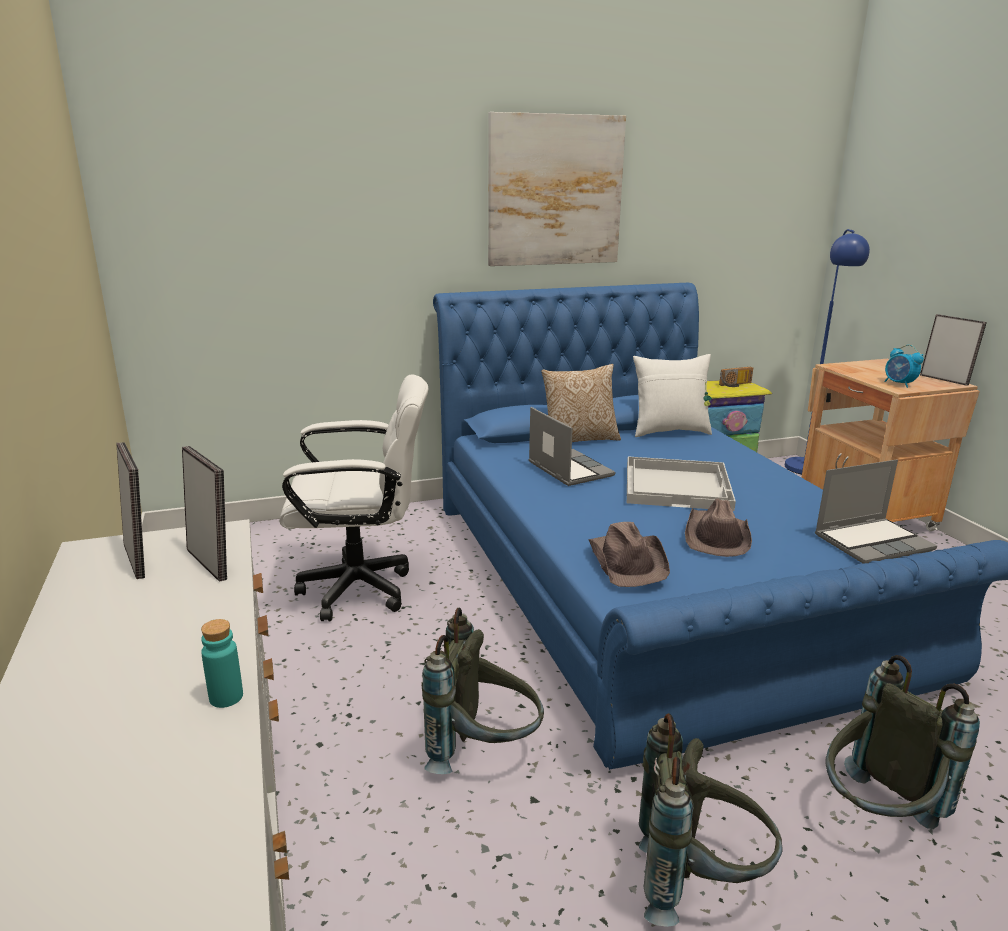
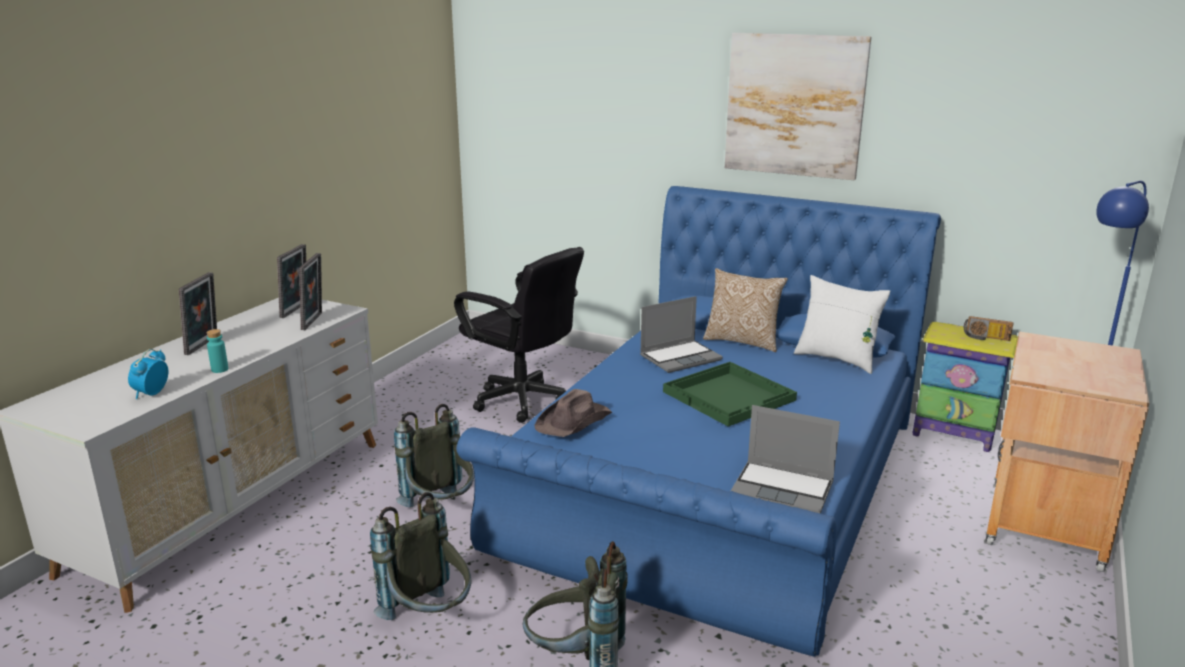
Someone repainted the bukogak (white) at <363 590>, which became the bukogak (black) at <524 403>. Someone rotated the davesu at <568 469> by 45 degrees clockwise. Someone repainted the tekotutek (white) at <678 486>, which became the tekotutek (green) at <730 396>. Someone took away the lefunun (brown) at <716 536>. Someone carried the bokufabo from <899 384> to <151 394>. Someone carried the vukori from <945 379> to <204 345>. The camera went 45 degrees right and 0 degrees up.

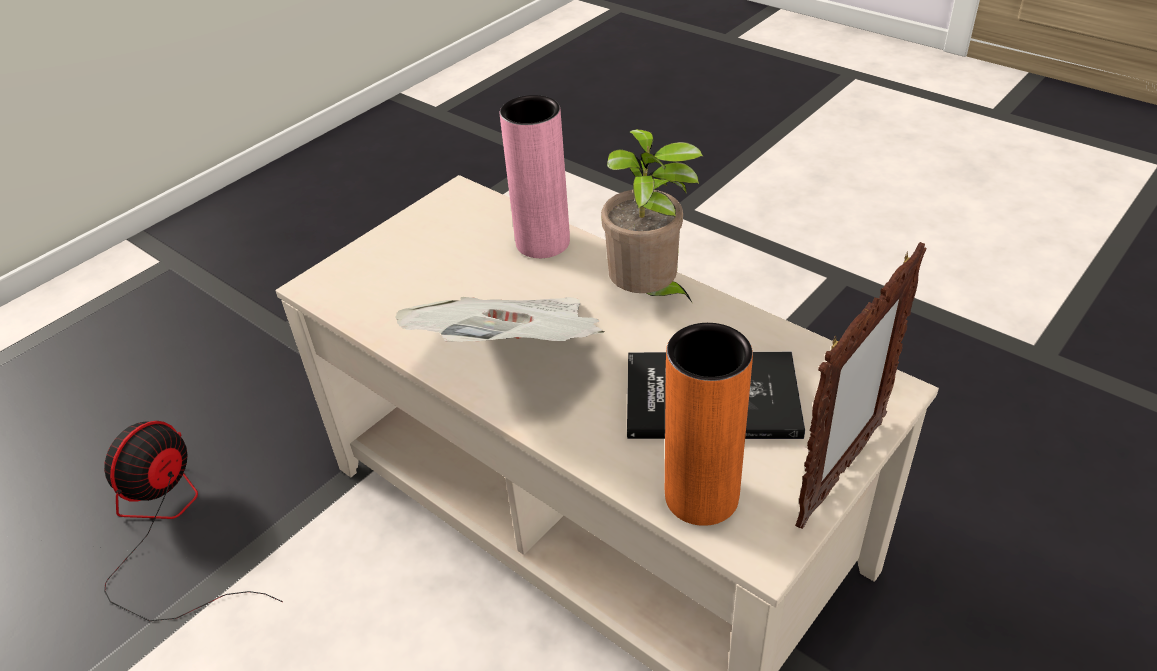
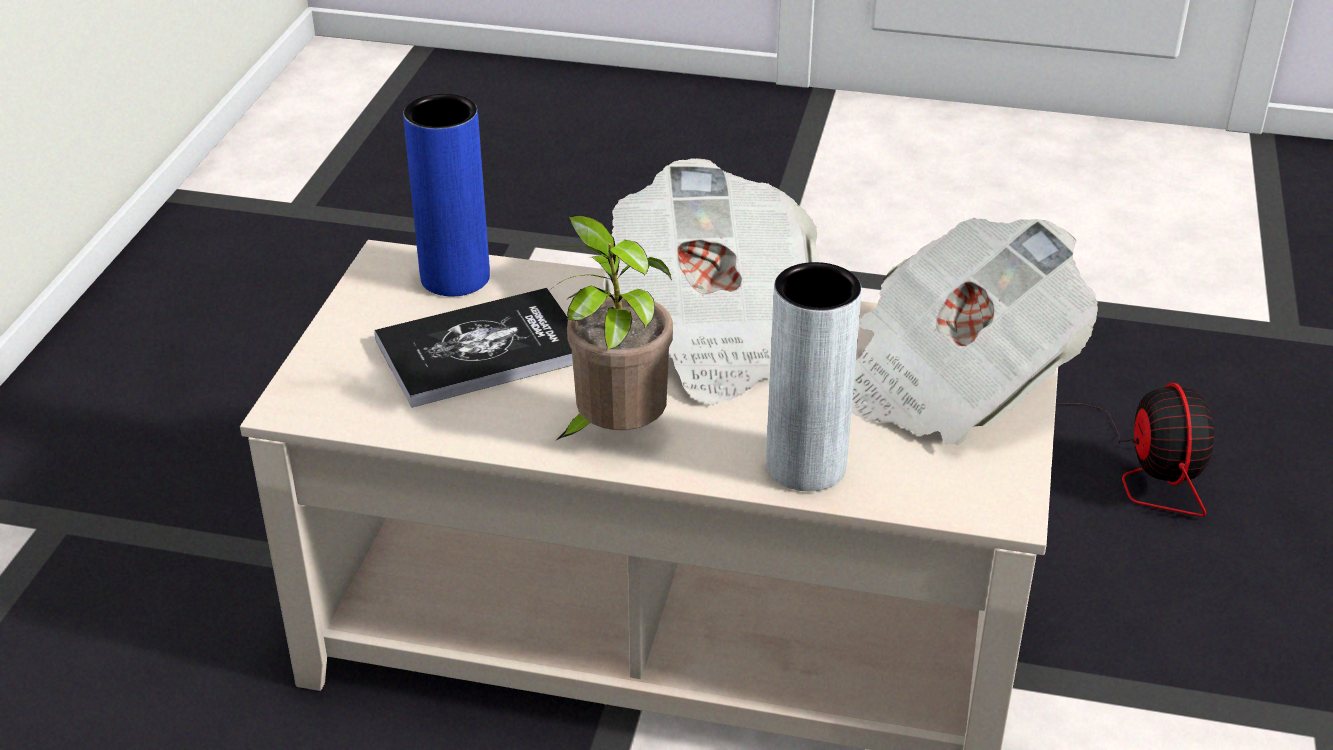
Someone repainted the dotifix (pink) at <542 242>, which became the dotifix (grey) at <806 466>. Someone repainted the dotifix (orange) at <701 496>, which became the dotifix (blue) at <455 278>. Someone took away the vukori at <839 473>. Someone put down the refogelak at <951 382>. The camera went 150 degrees right and 5 degrees down.

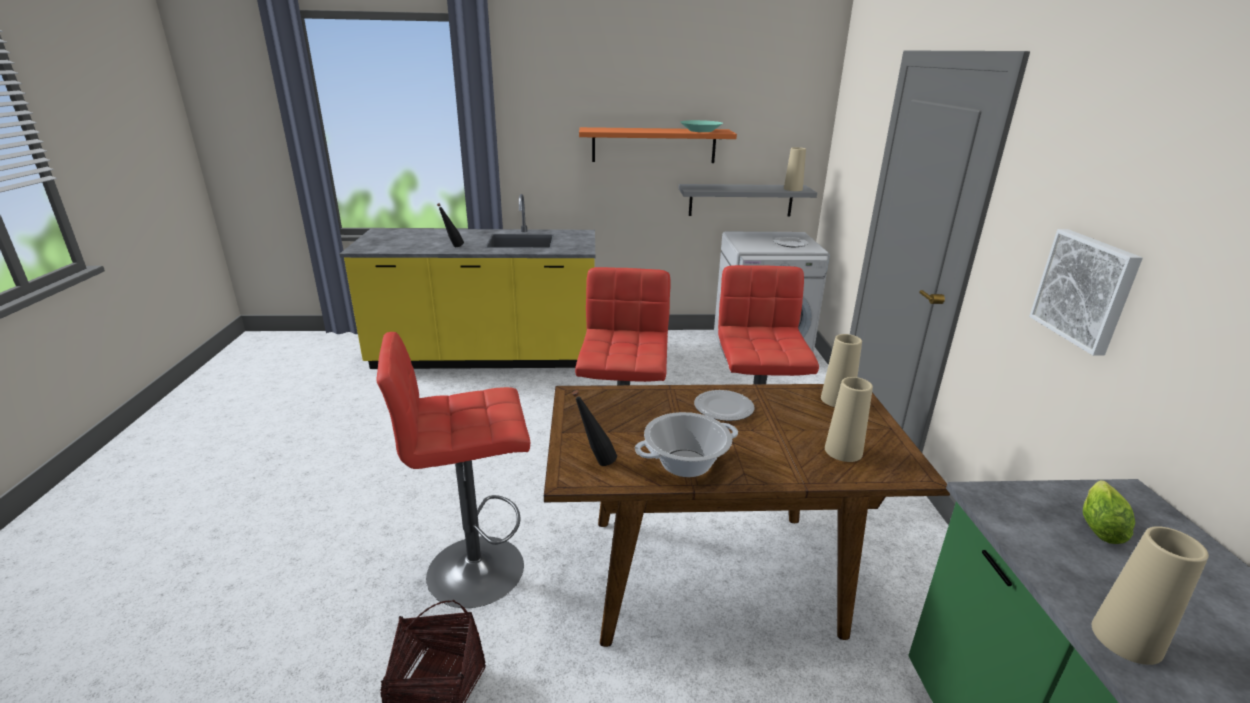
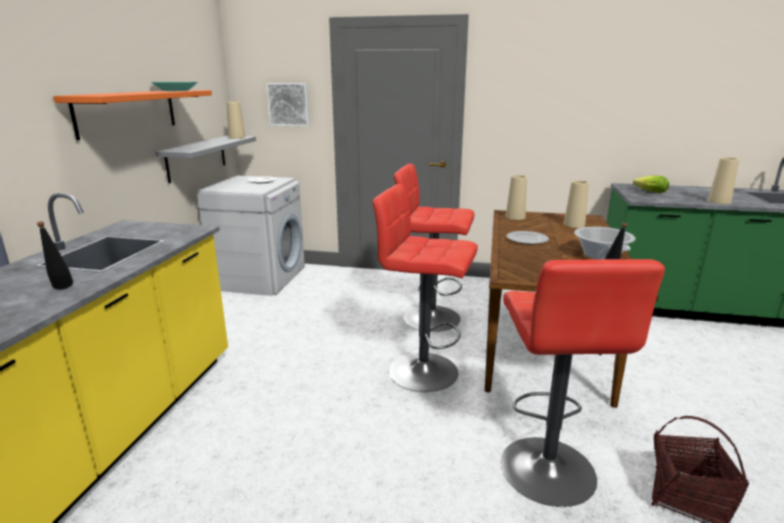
Someone carried the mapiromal from <1086 290> to <289 104>. The camera went 75 degrees left and 5 degrees down.

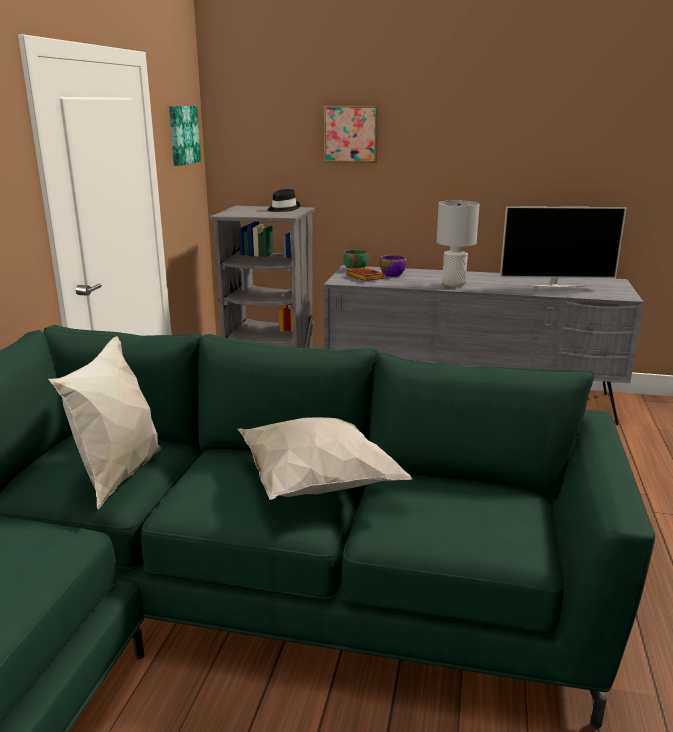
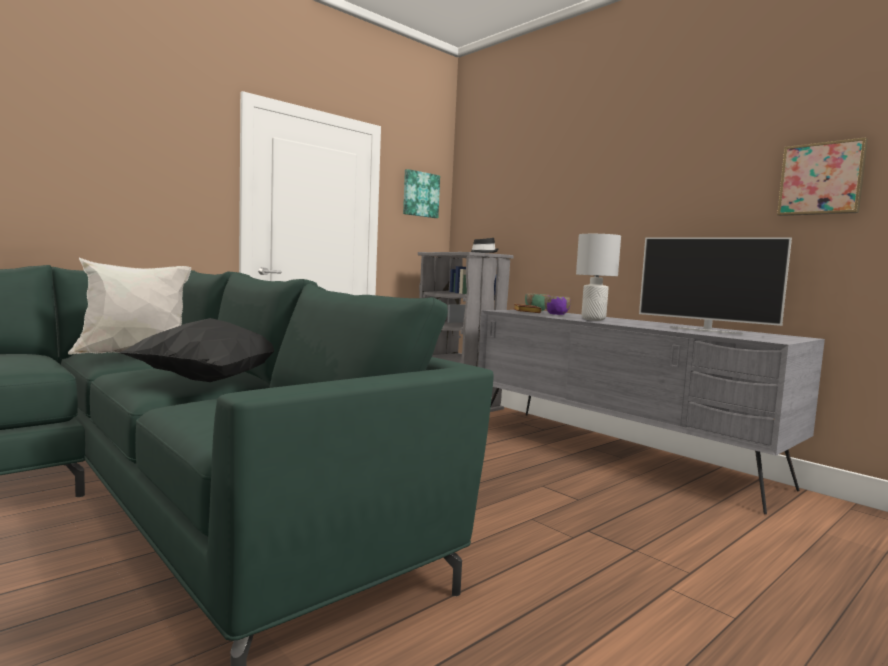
Someone repainted the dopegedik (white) at <315 484>, which became the dopegedik (black) at <213 381>. Someone carried the mapiromal from <351 134> to <821 179>. The camera went 35 degrees right and 15 degrees down.

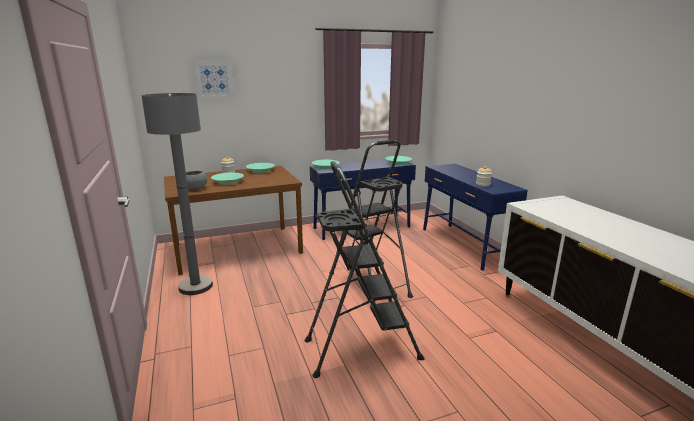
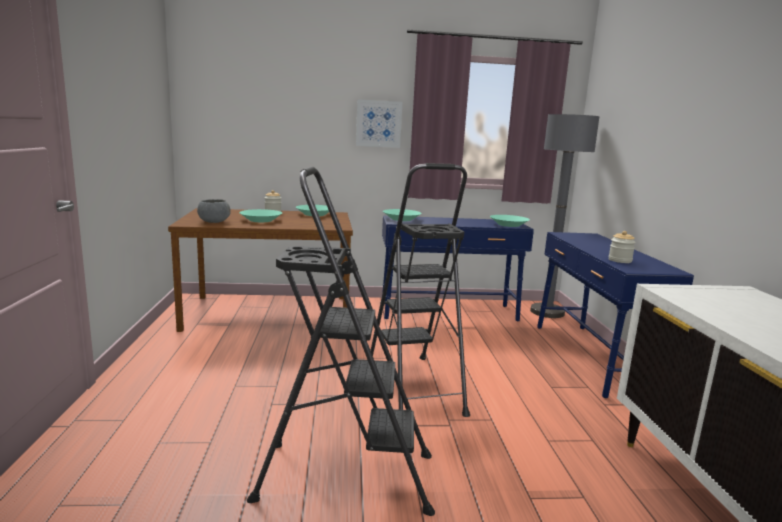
Someone carried the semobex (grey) from <196 286> to <547 312>. Someone carried the mapiromal from <214 79> to <378 123>. The camera went 15 degrees right and 5 degrees down.

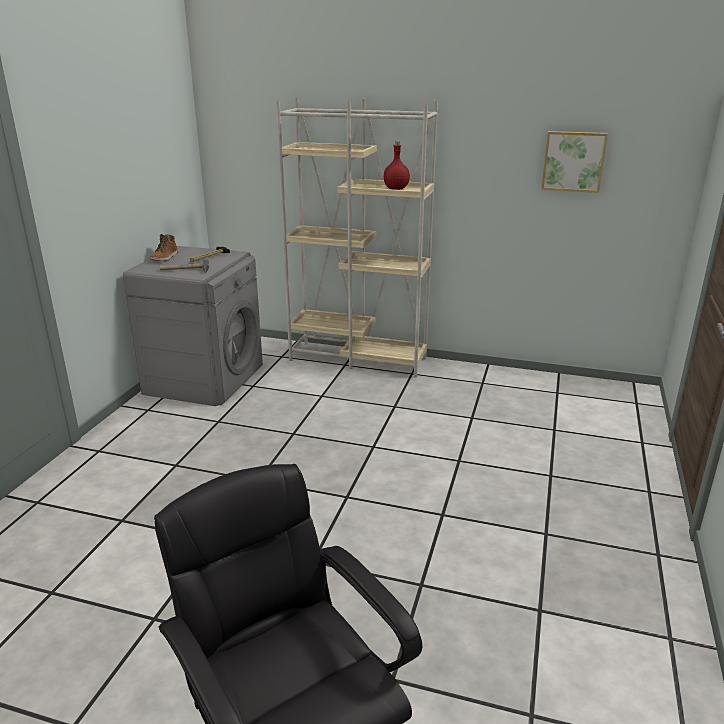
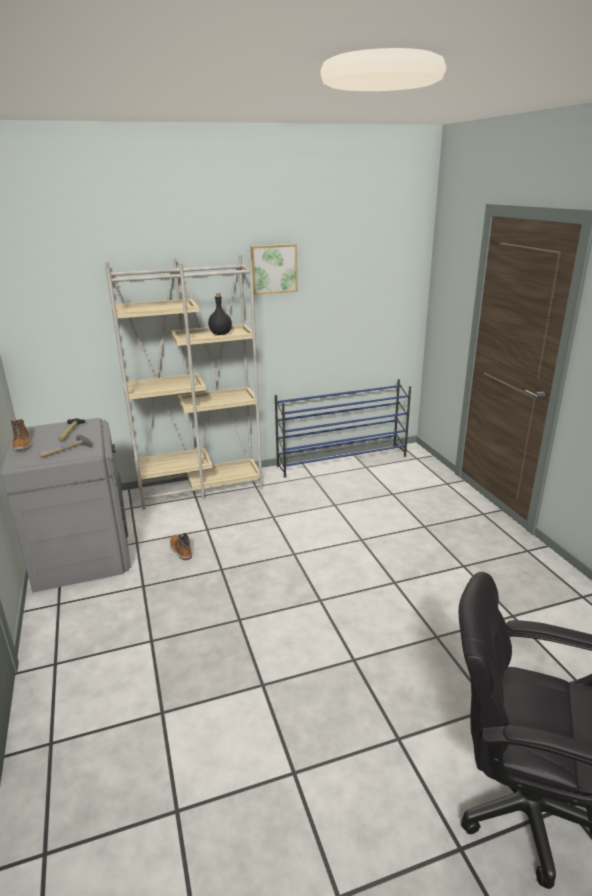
Someone repainted the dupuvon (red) at <396 189>, which became the dupuvon (black) at <220 334>. Someone carried the mapiromal from <573 161> to <273 269>. Someone put down the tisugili at <180 550>. Someone put down the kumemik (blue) at <343 461>. The camera went 35 degrees left and 0 degrees up.

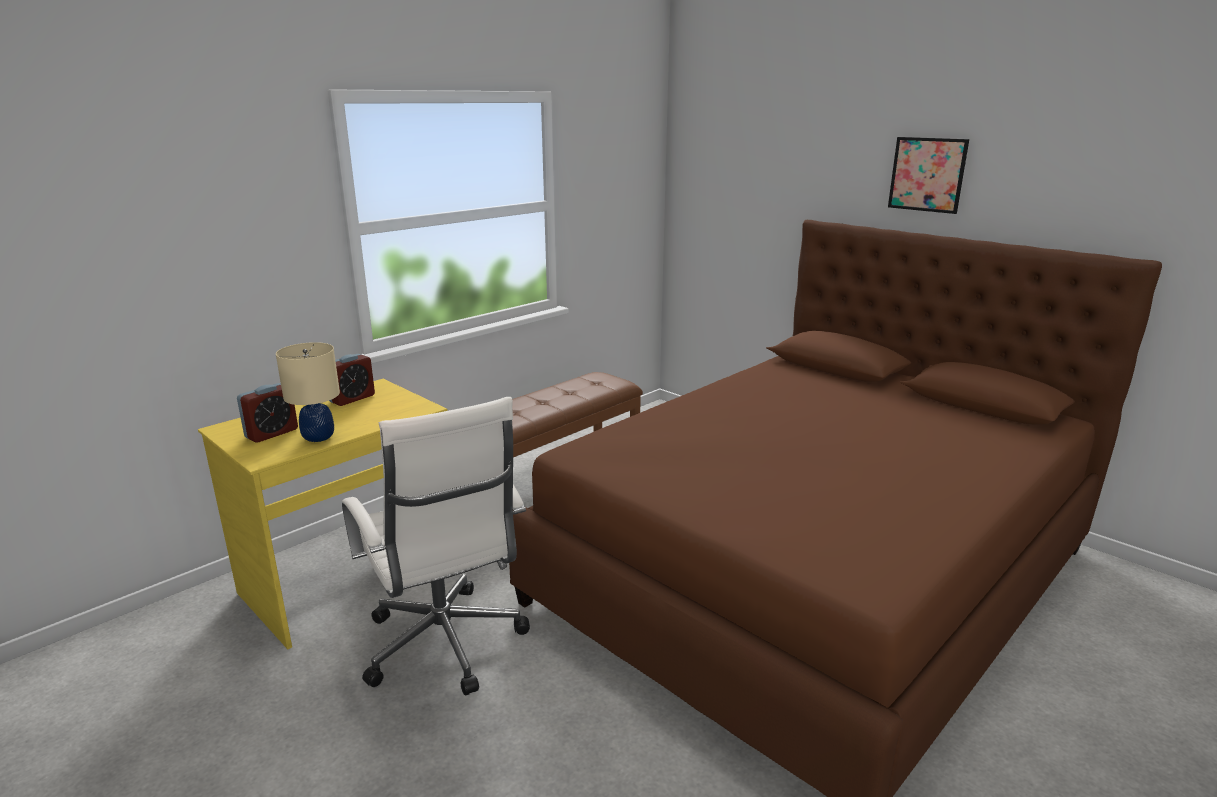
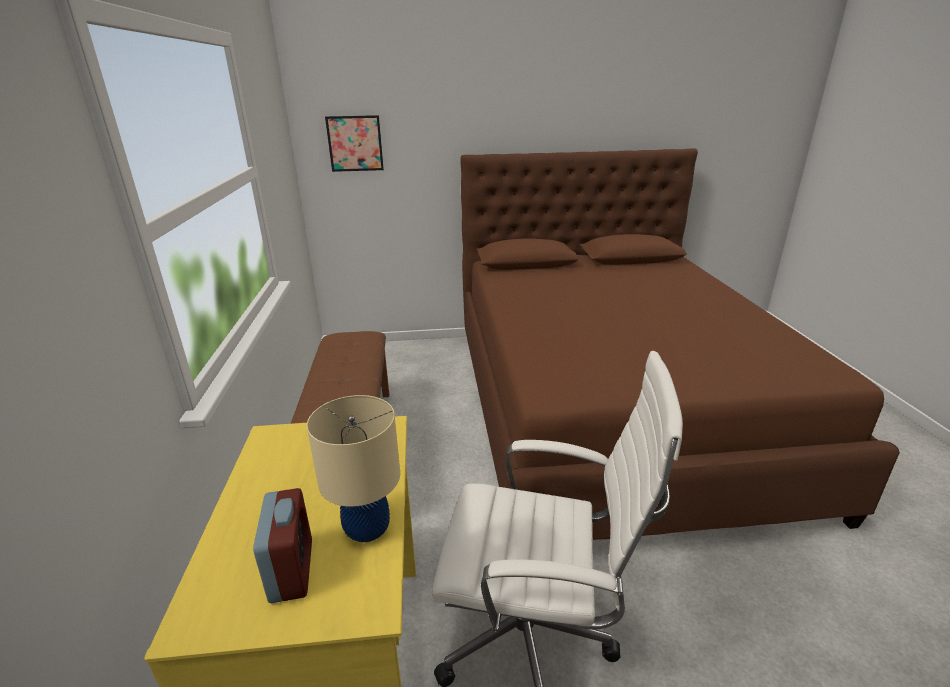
Someone took away the bokufabo at <352 398>. Someone carried the mapiromal from <927 174> to <355 143>. The camera went 50 degrees left and 5 degrees up.

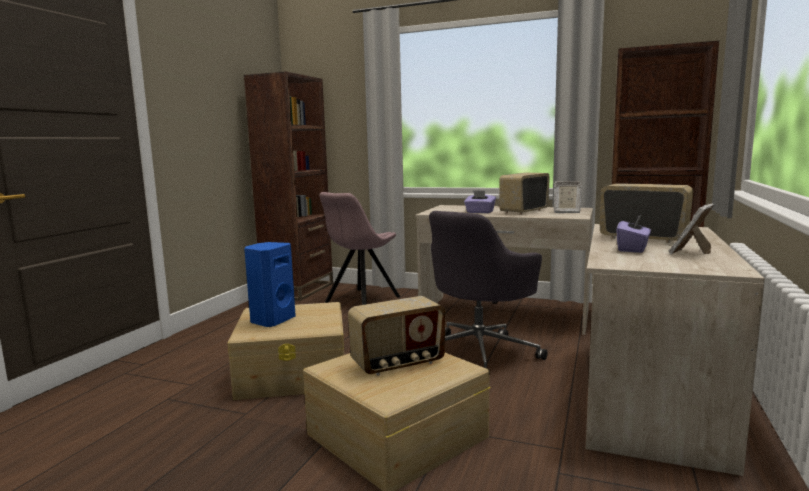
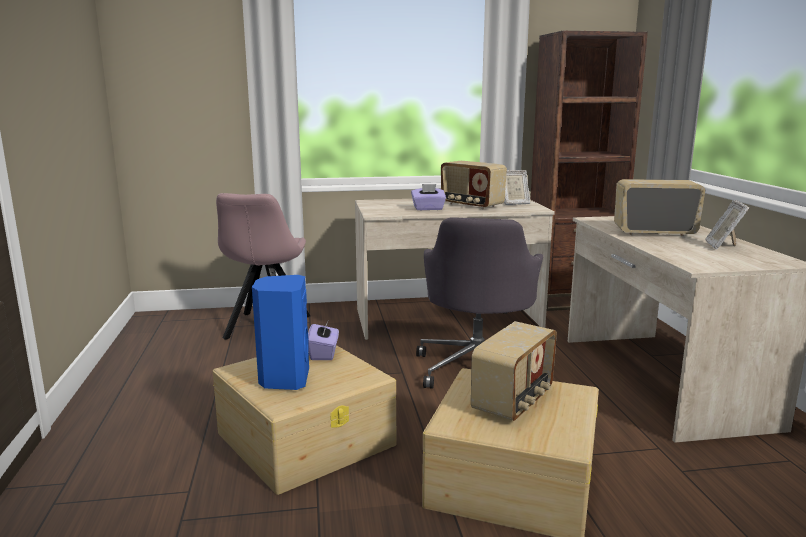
Someone took away the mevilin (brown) at <298 290>. Someone rotated the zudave at <523 211> by 60 degrees counterclockwise. Someone carried the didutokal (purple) from <633 249> to <324 353>. The camera went 30 degrees left and 5 degrees up.

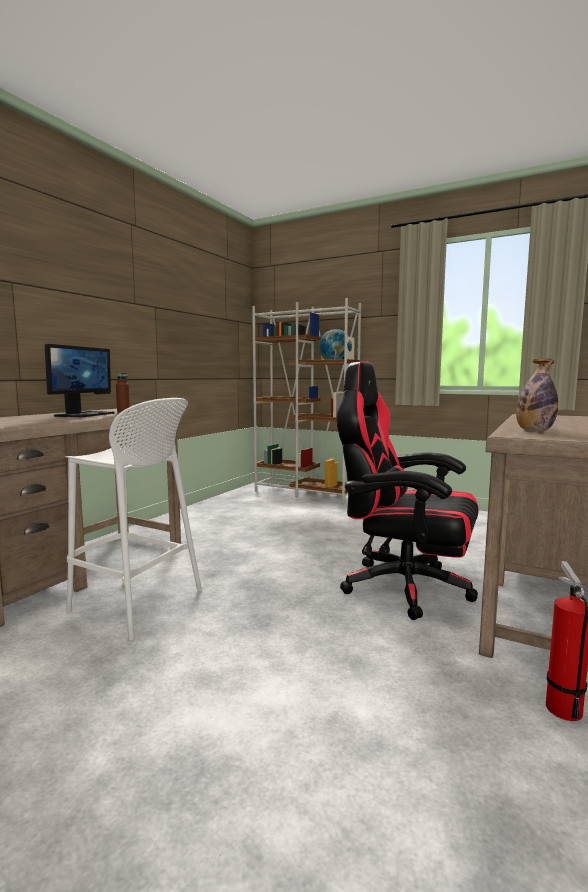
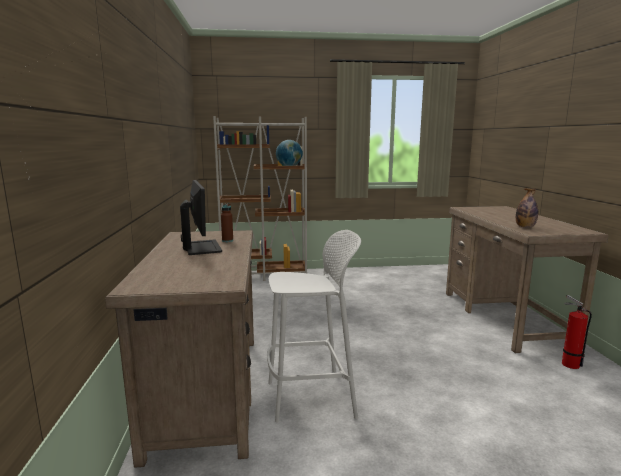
Someone took away the bukogak (black) at <406 587>. The camera went 35 degrees left and 5 degrees up.

